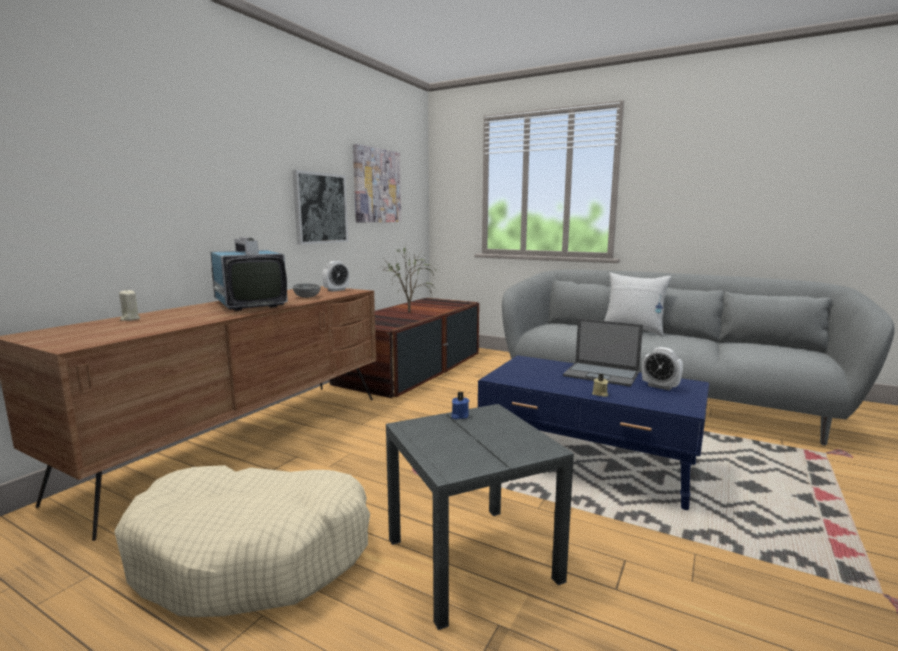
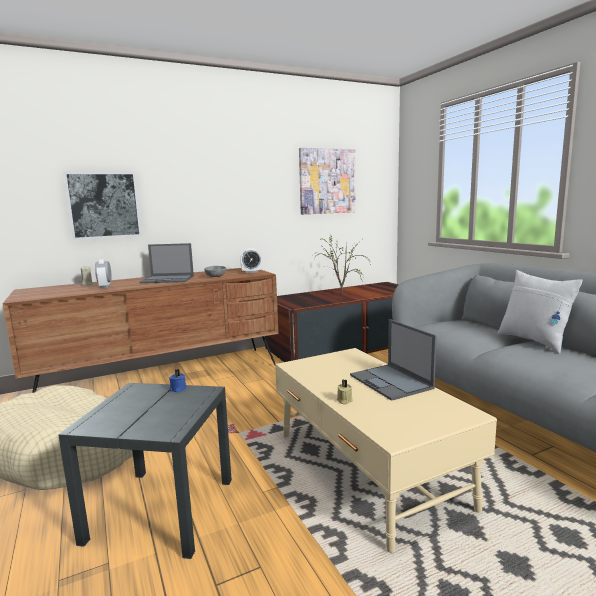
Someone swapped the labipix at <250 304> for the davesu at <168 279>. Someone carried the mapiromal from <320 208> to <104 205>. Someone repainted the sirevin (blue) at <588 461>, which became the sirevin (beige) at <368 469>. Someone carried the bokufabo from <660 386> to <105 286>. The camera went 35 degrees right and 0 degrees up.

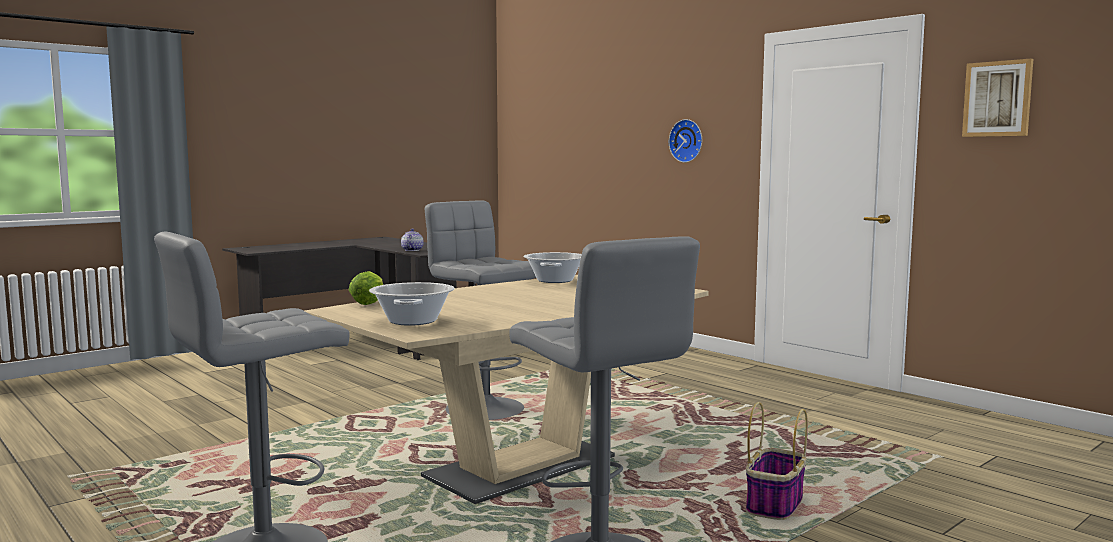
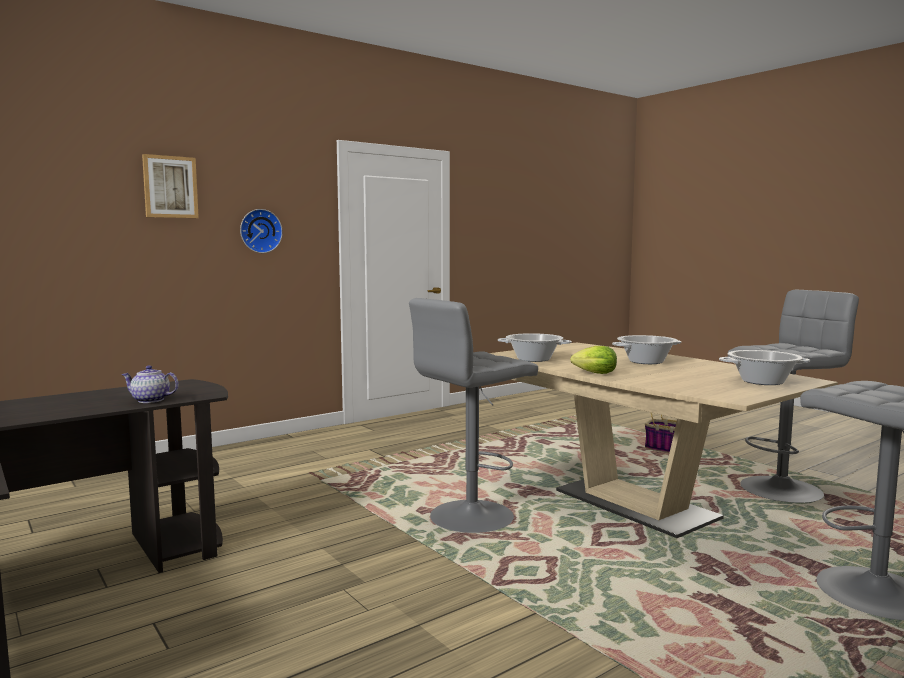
Someone carried the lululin from <369 303> to <592 373>. Someone carried the mapiromal from <997 99> to <170 187>. Someone put down the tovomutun at <646 362>. The camera went 85 degrees left and 0 degrees up.

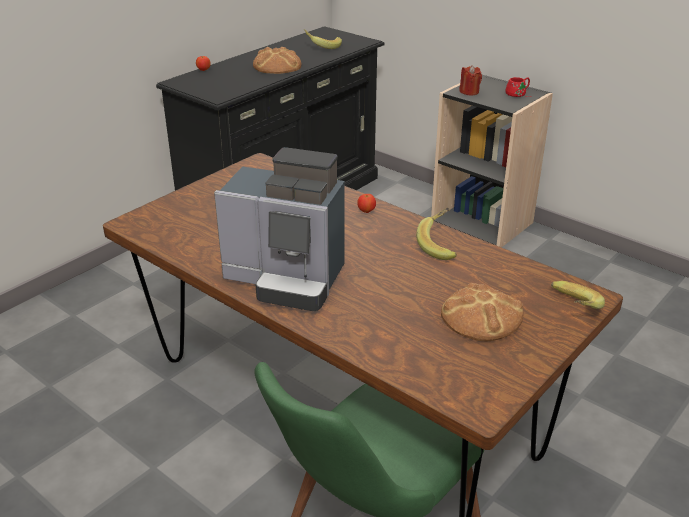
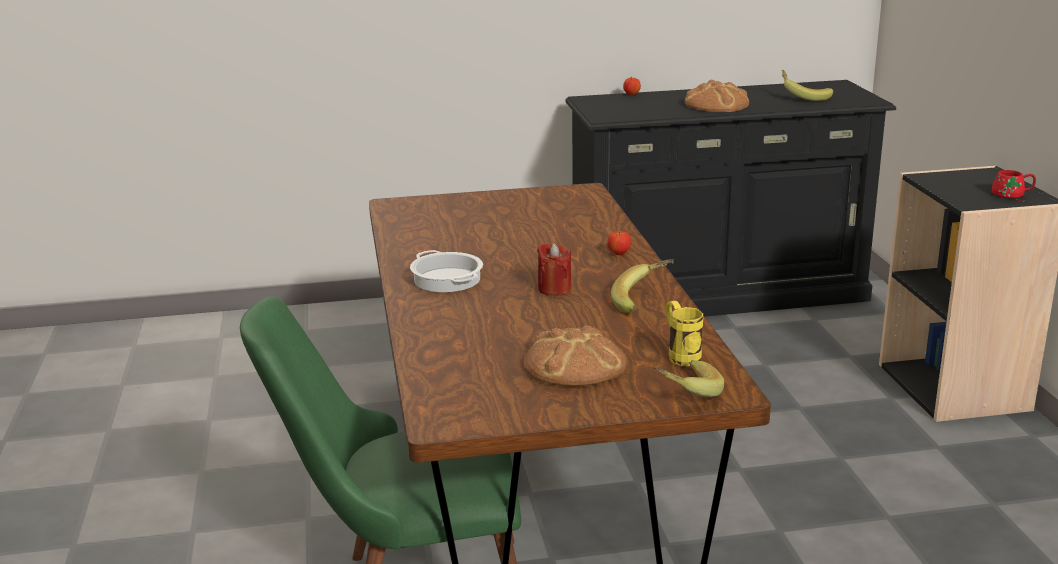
Someone swapped the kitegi at <287 279> for the tovomutun at <448 279>. Someone carried the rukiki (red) from <469 92> to <554 289>. Someone put down the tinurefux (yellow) at <680 355>. The camera went 40 degrees right and 10 degrees down.

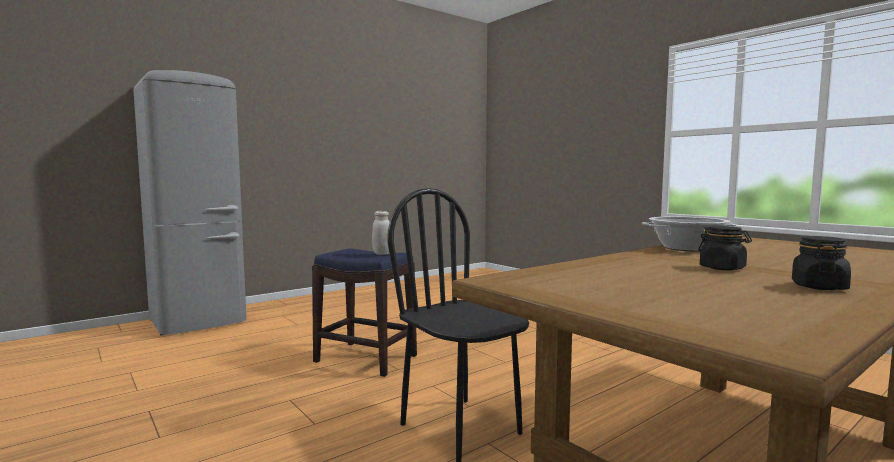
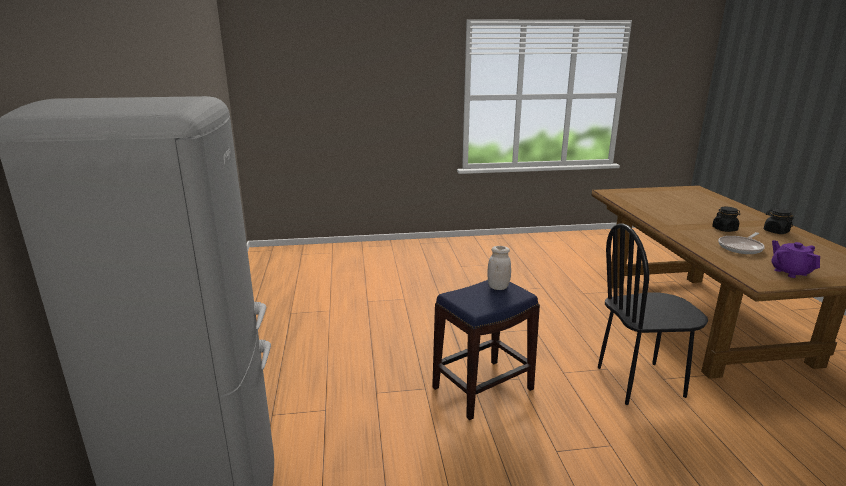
Someone took away the tovomutun at <686 248>. Someone put down the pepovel at <741 247>. Someone put down the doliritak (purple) at <790 272>. The camera went 60 degrees left and 15 degrees up.

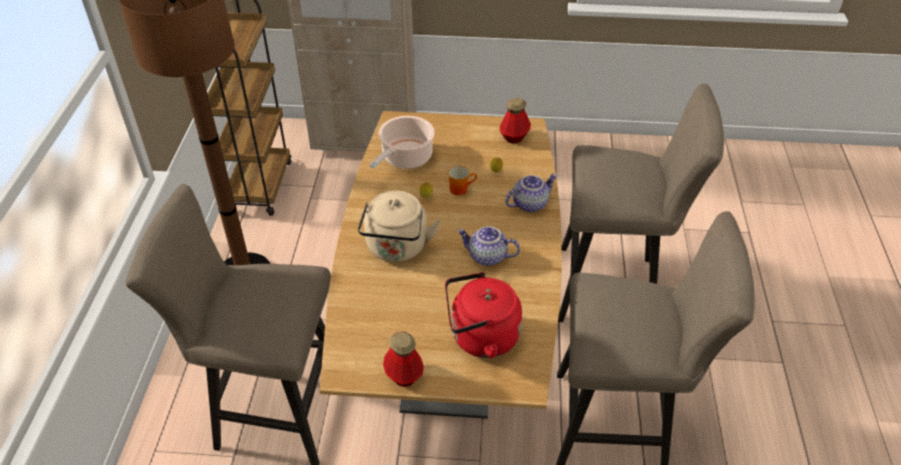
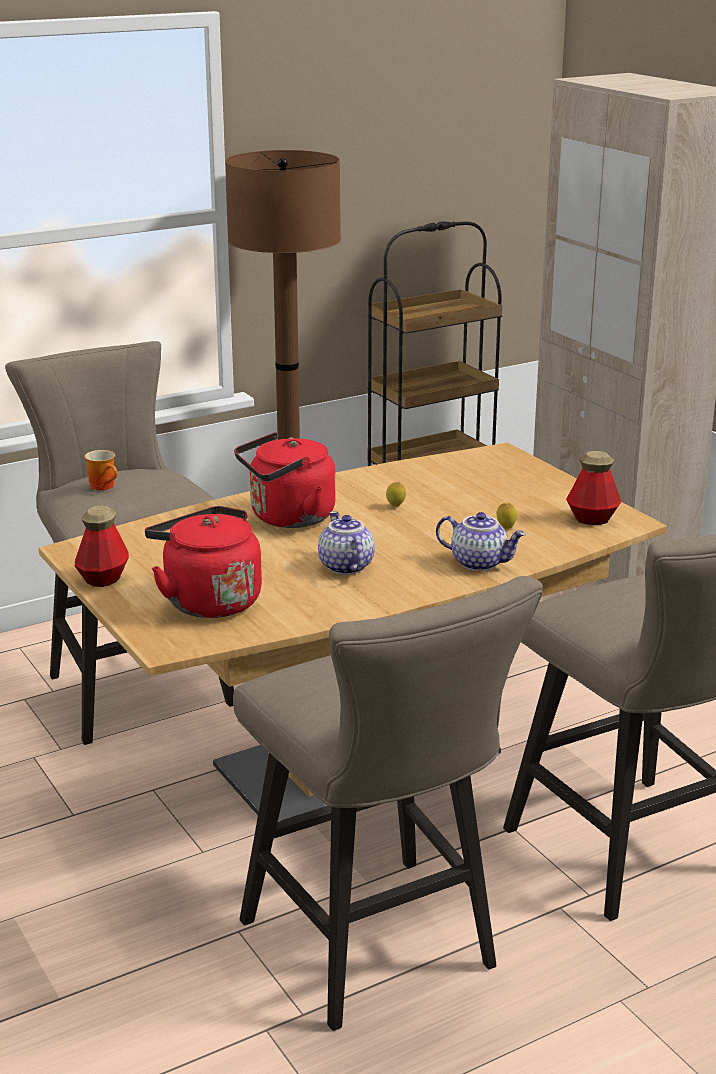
Someone repainted the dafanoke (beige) at <397 249>, which became the dafanoke (red) at <287 518>. Someone took away the tovomutun at <405 158>. Someone carried the tinurefux from <460 188> to <105 486>. The camera went 55 degrees right and 20 degrees down.

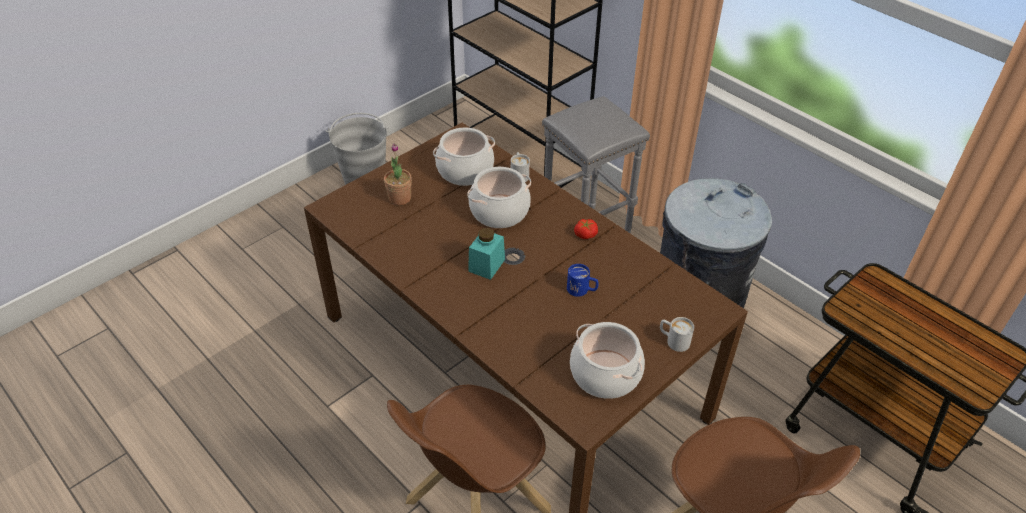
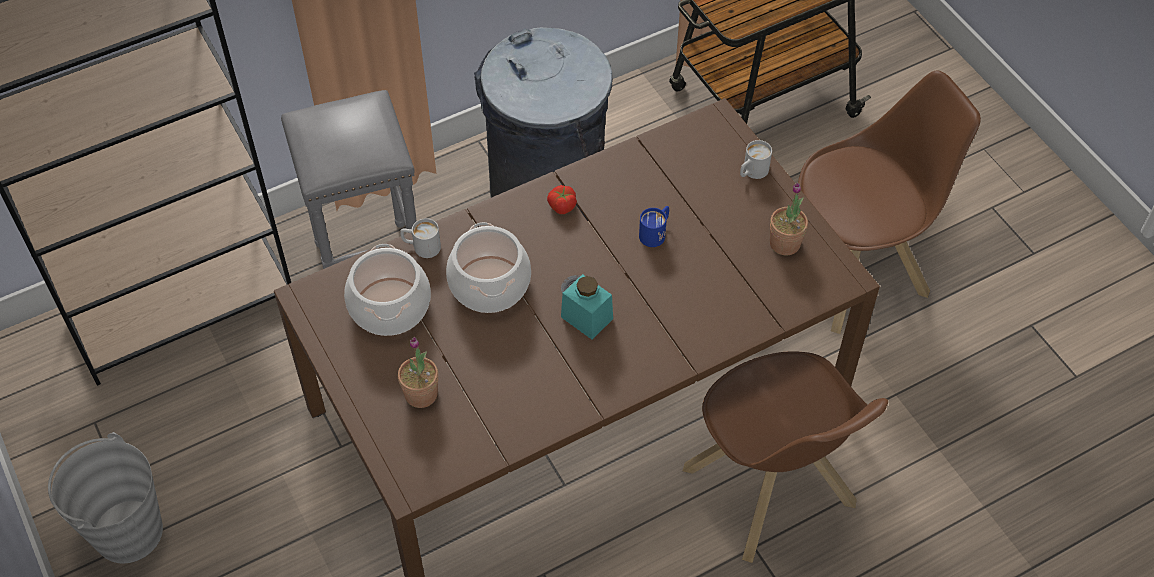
Someone swapped the tovomutun at <606 374> for the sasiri at <785 243>. The camera went 75 degrees left and 10 degrees up.

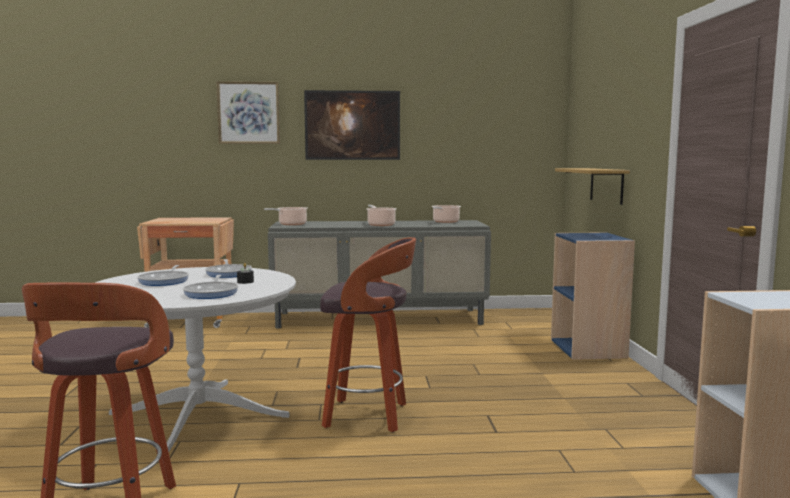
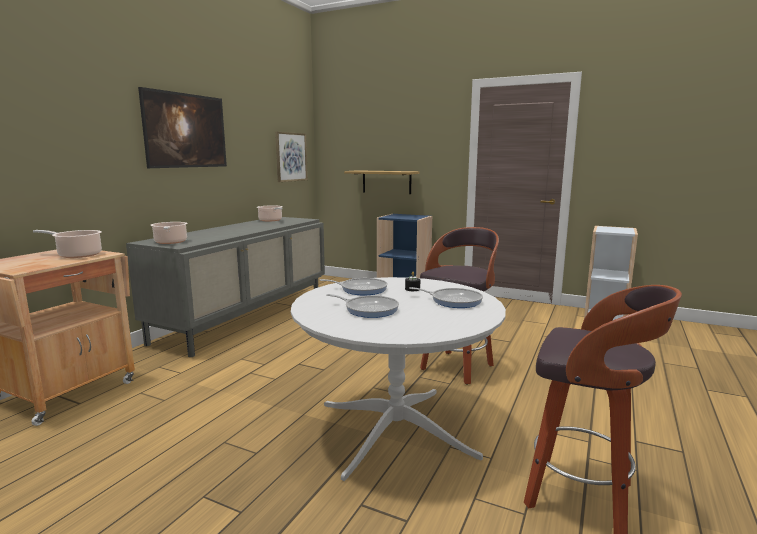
Someone carried the mapiromal from <248 113> to <291 157>. Someone carried the tovomutun from <380 224> to <77 255>. The camera went 60 degrees left and 5 degrees up.

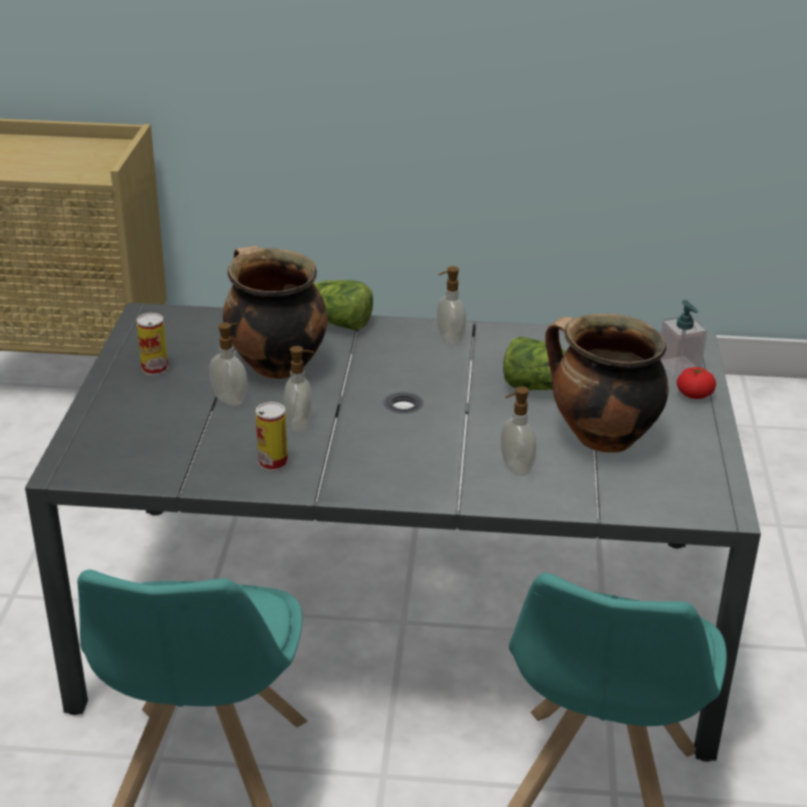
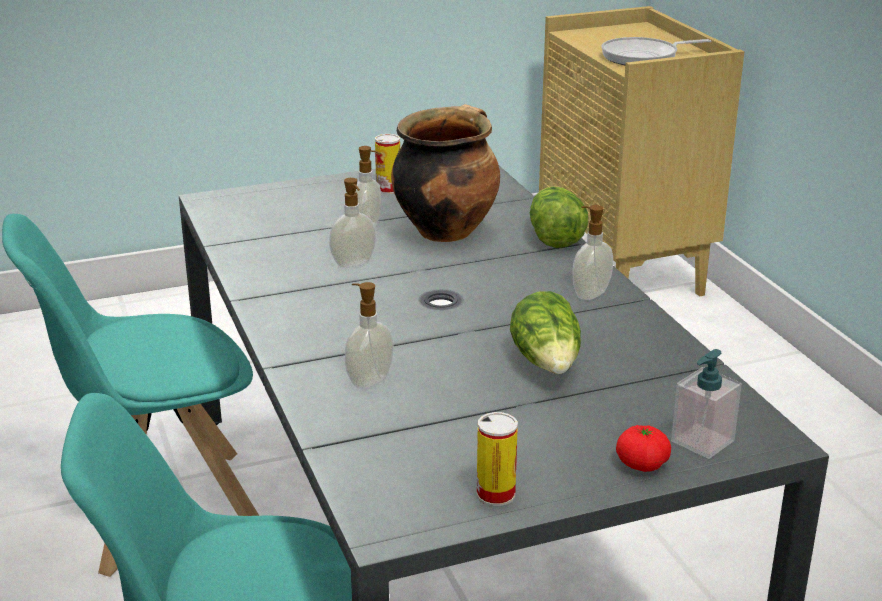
Someone carried the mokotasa from <273 462> to <495 494>. Someone took away the tovomutun at <600 438>. Someone put down the pepovel at <644 57>. The camera went 65 degrees right and 5 degrees down.

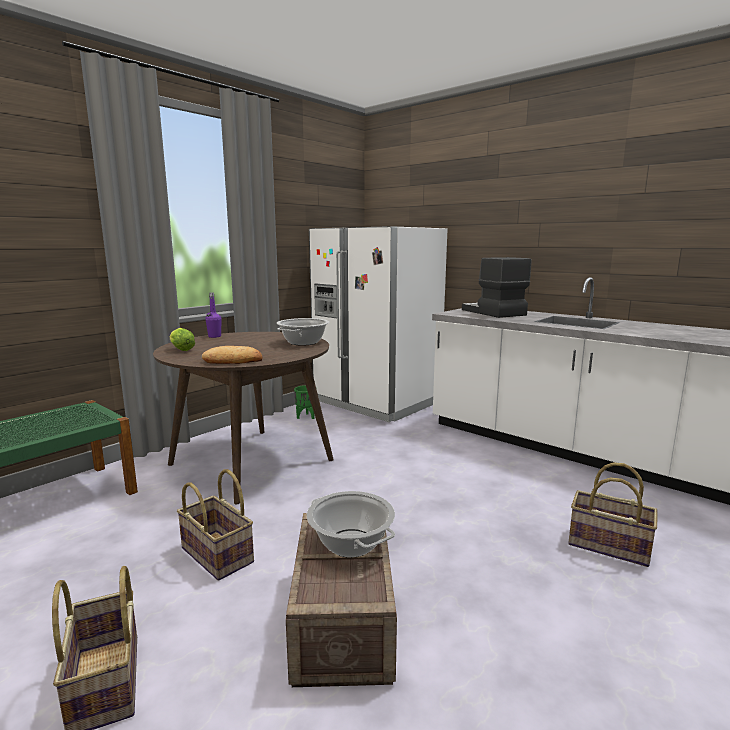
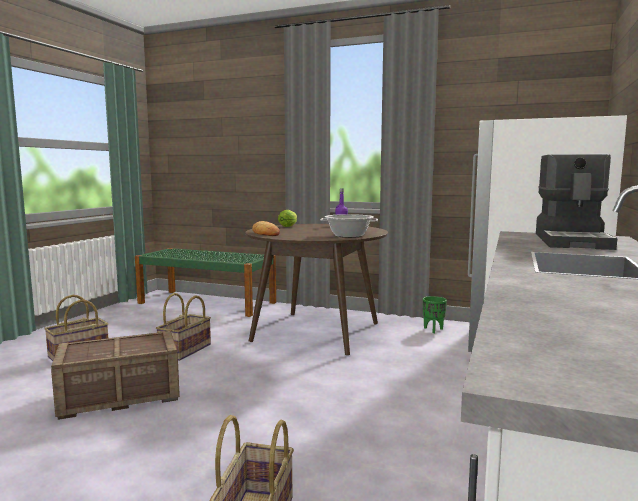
Someone took away the tovomutun at <350 543>. Someone rotated the kitegi at <492 312> by 150 degrees clockwise. The camera went 70 degrees right and 5 degrees down.

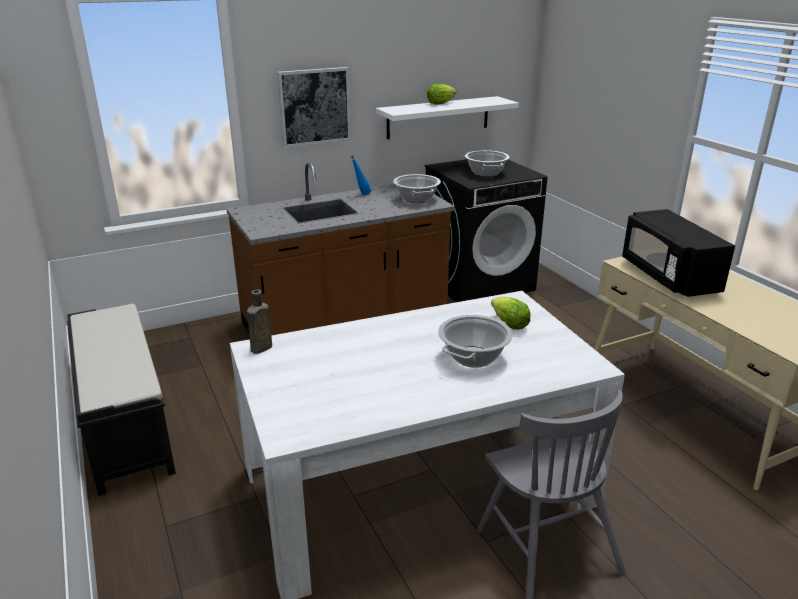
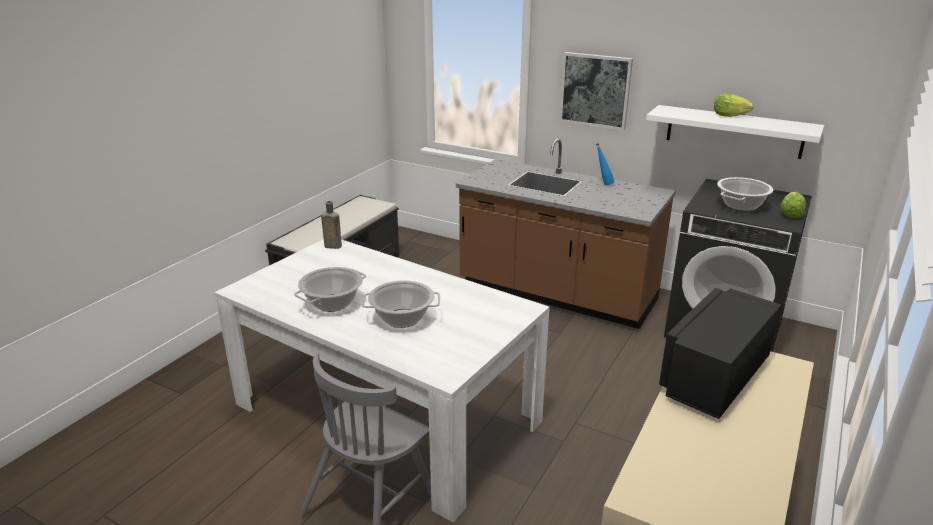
Someone carried the tovomutun from <416 199> to <333 303>. Someone carried the lululin from <509 324> to <790 214>. The camera went 55 degrees right and 0 degrees up.

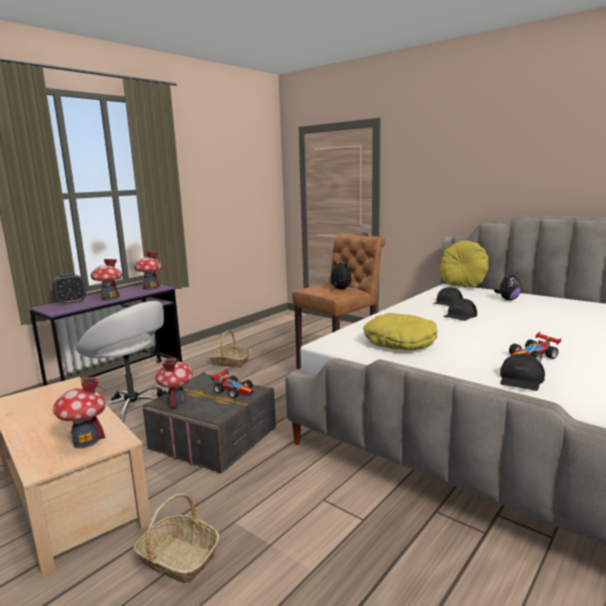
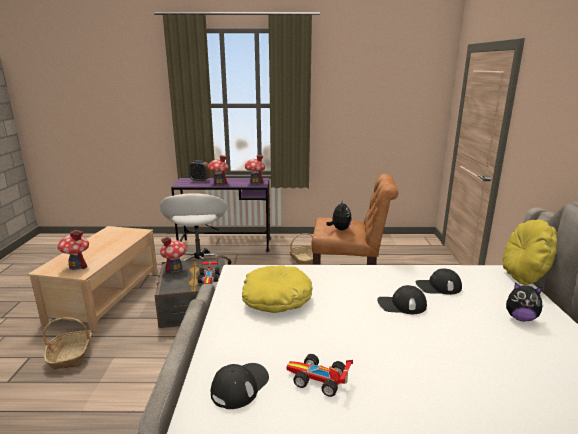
Someone rotated the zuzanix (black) at <521 380> by 135 degrees clockwise. The camera went 50 degrees right and 5 degrees up.

